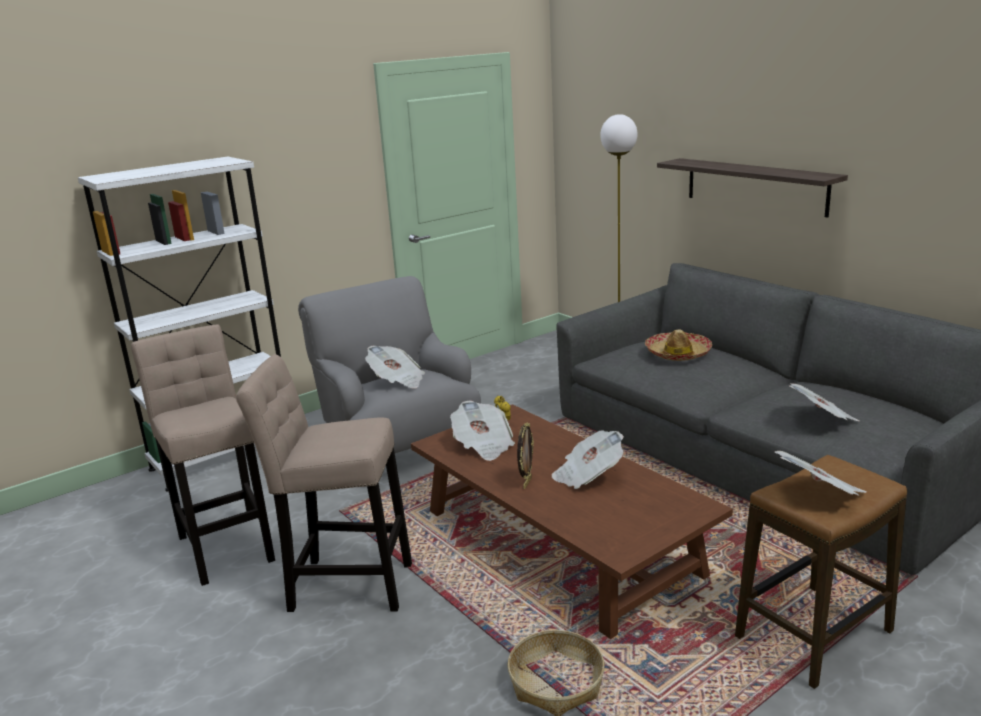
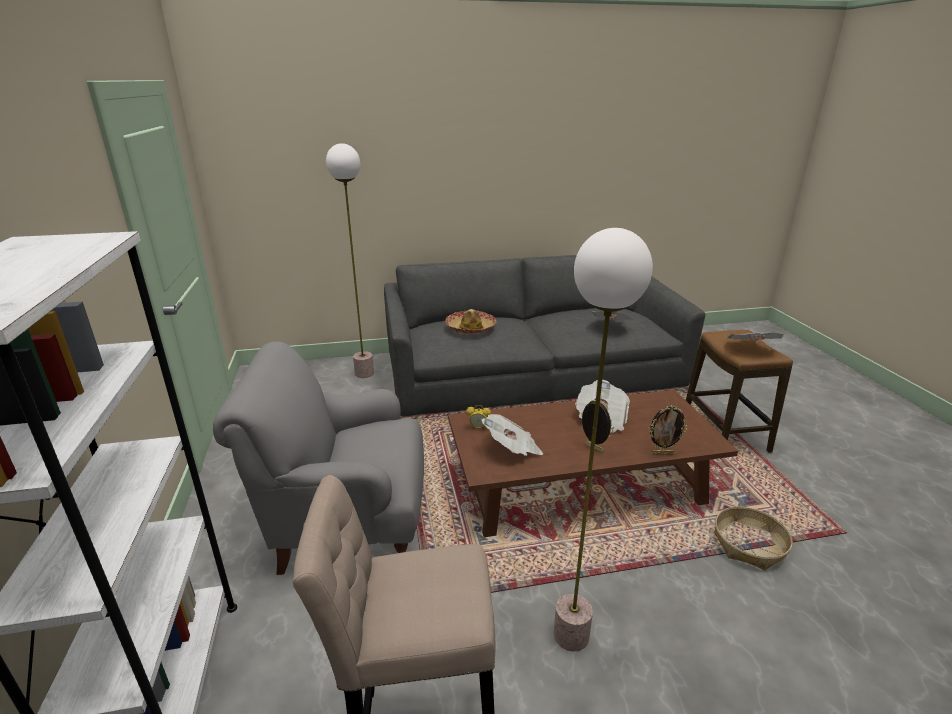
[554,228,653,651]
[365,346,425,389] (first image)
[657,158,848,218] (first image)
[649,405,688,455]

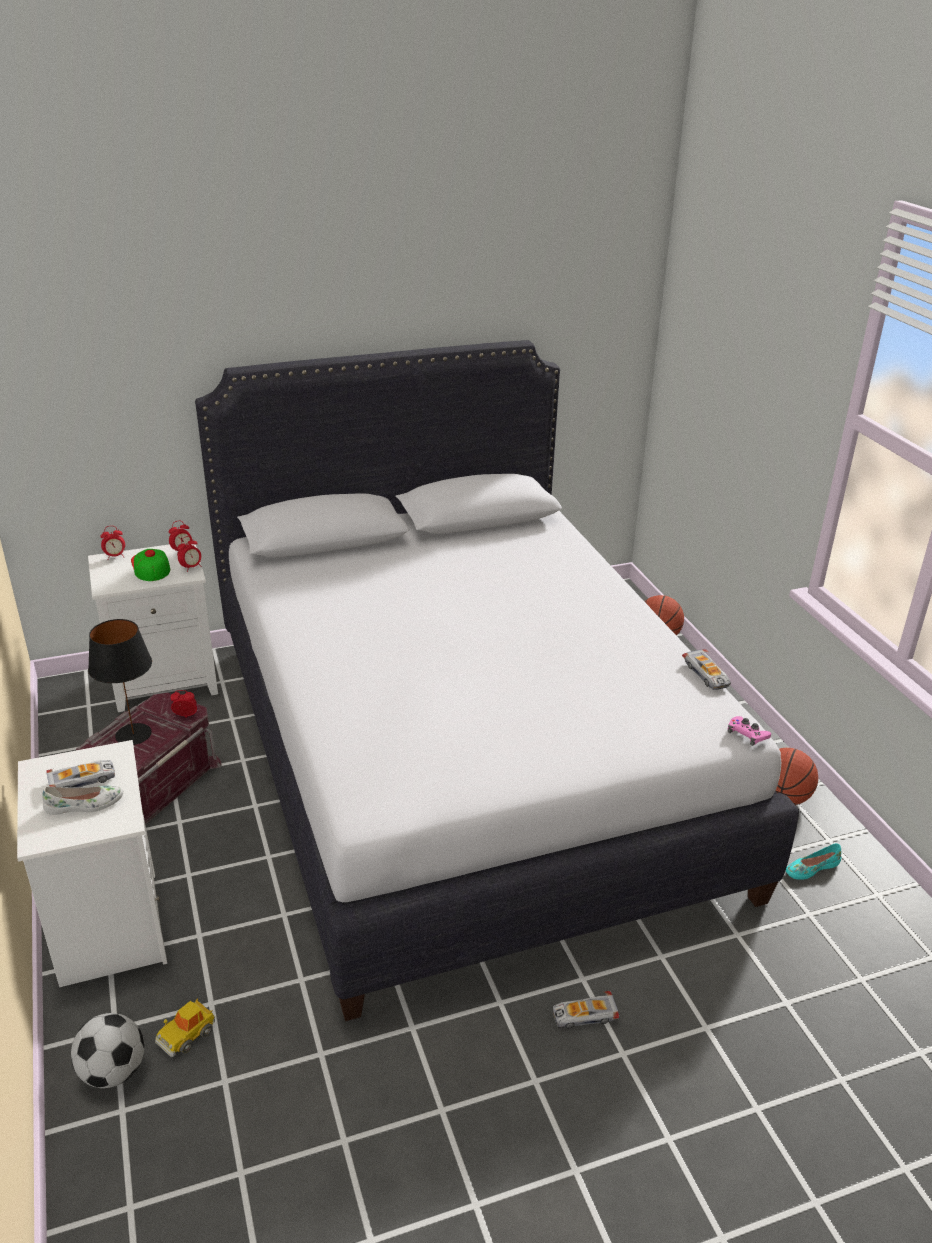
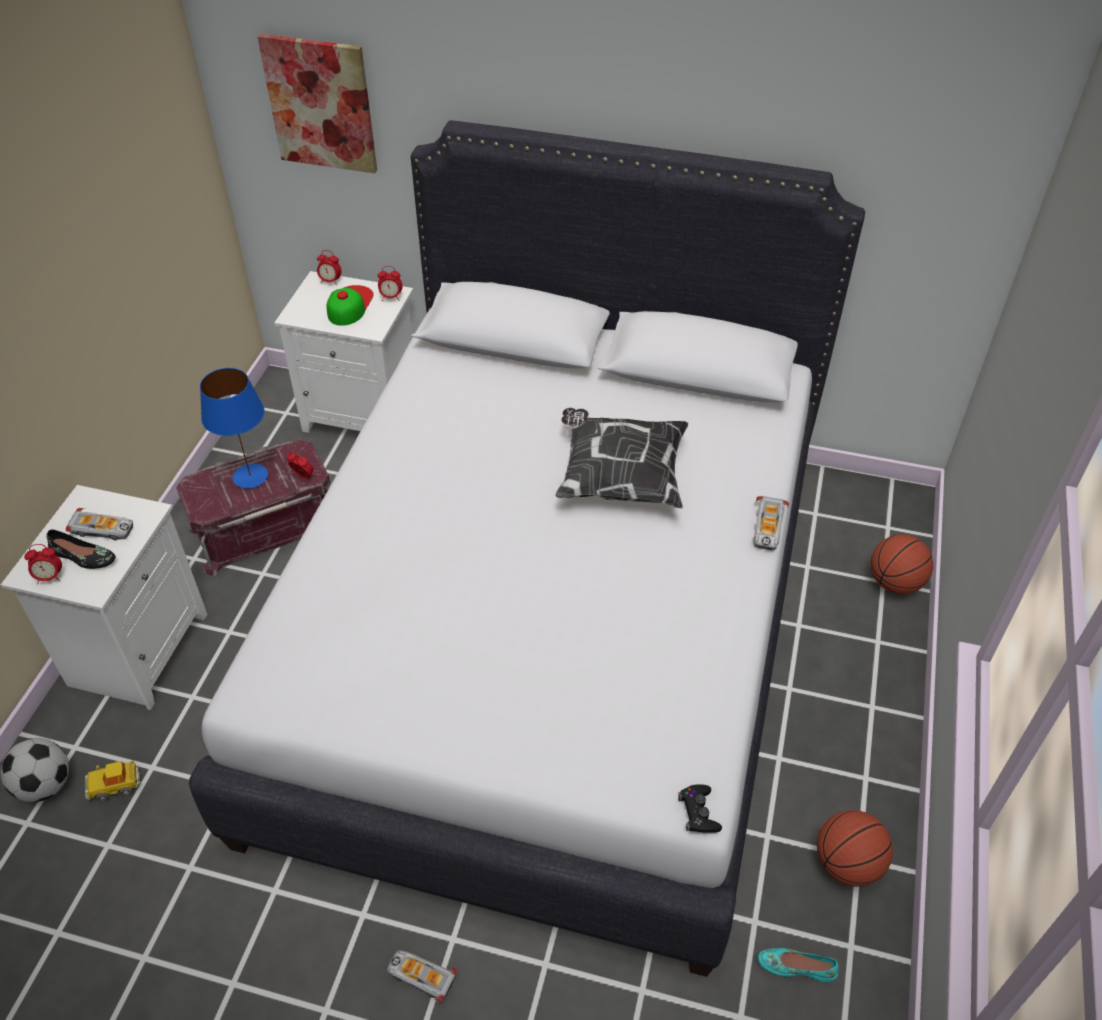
[46,529,116,569]
[200,368,268,489]
[24,544,62,584]
[754,496,789,551]
[678,784,722,833]
[258,34,377,174]
[556,408,688,508]

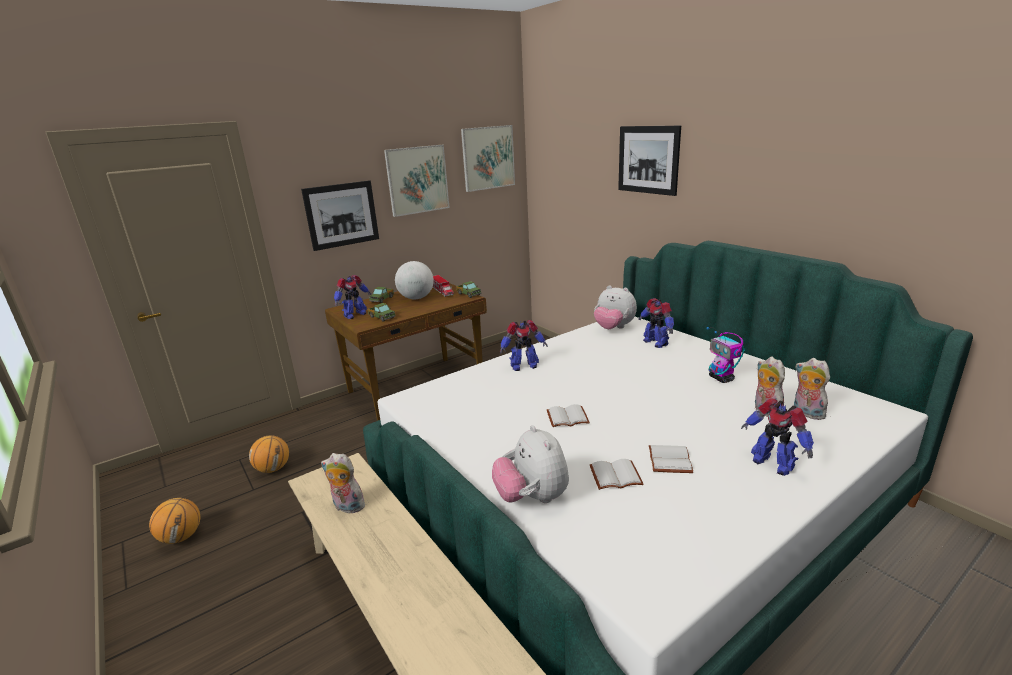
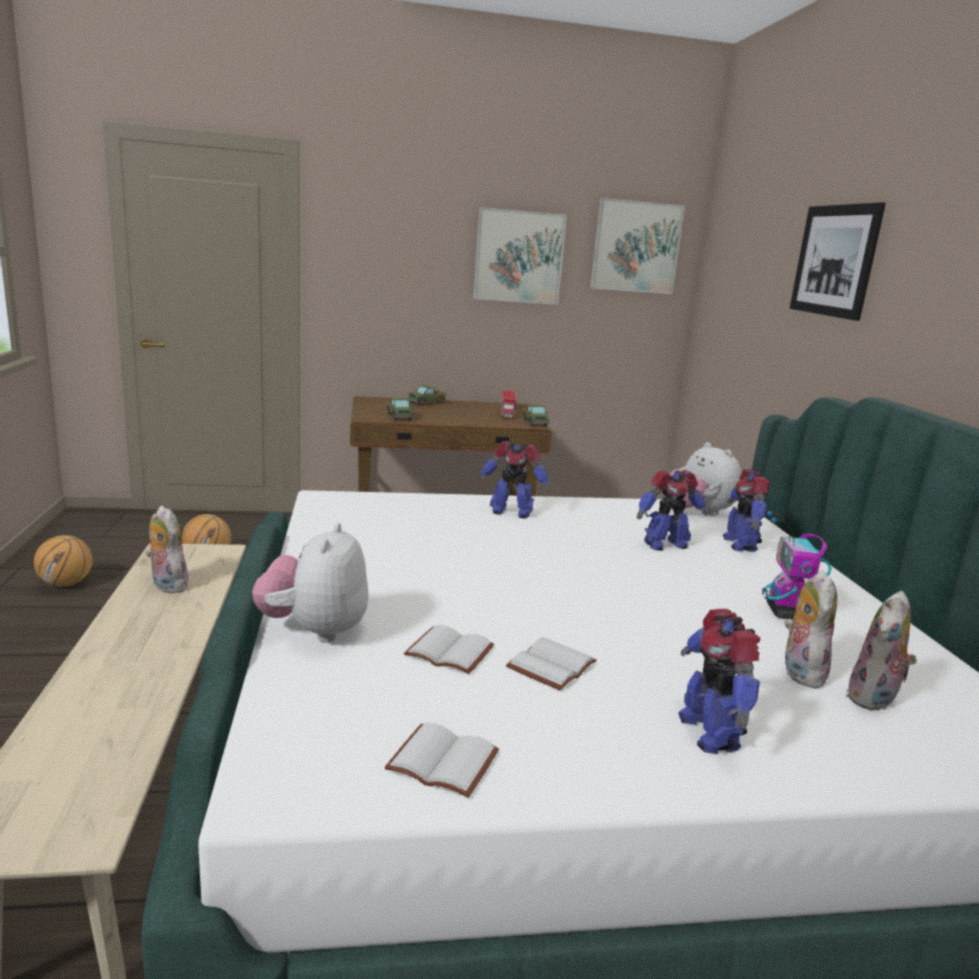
[301,180,379,251] (first image)
[637,470,707,551]
[395,261,434,299] (first image)
[384,722,499,798]
[846,591,917,712]

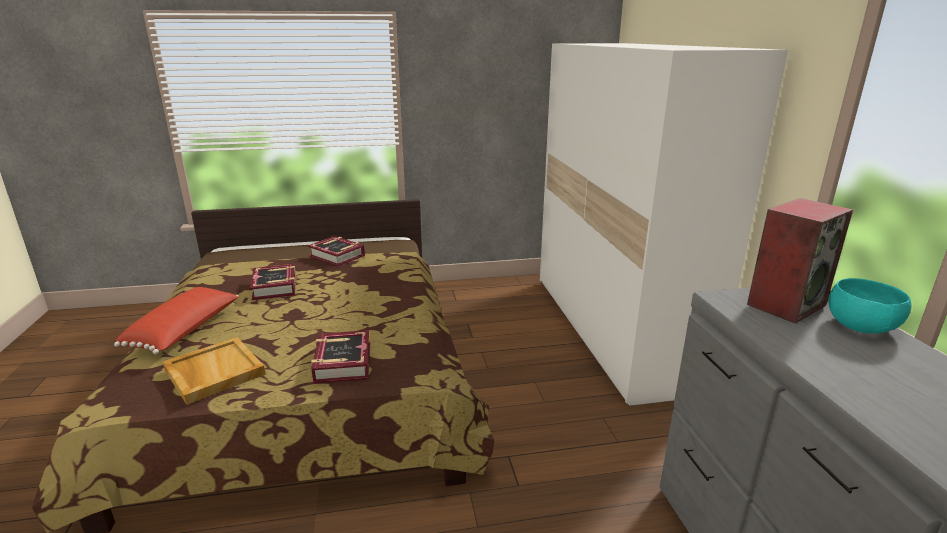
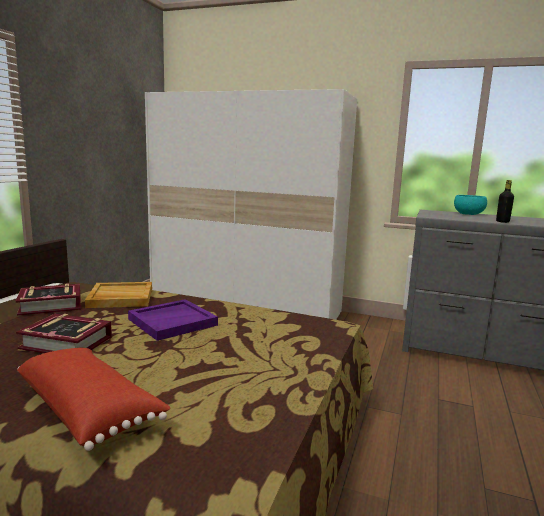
[85,282,152,308]
[311,330,370,384] (first image)
[747,198,853,324] (first image)
[128,299,218,341]
[496,180,514,223]

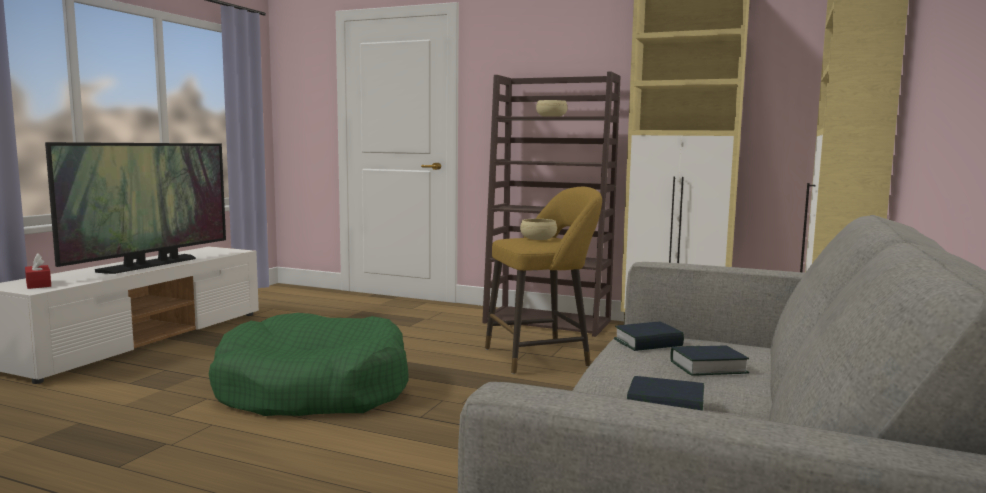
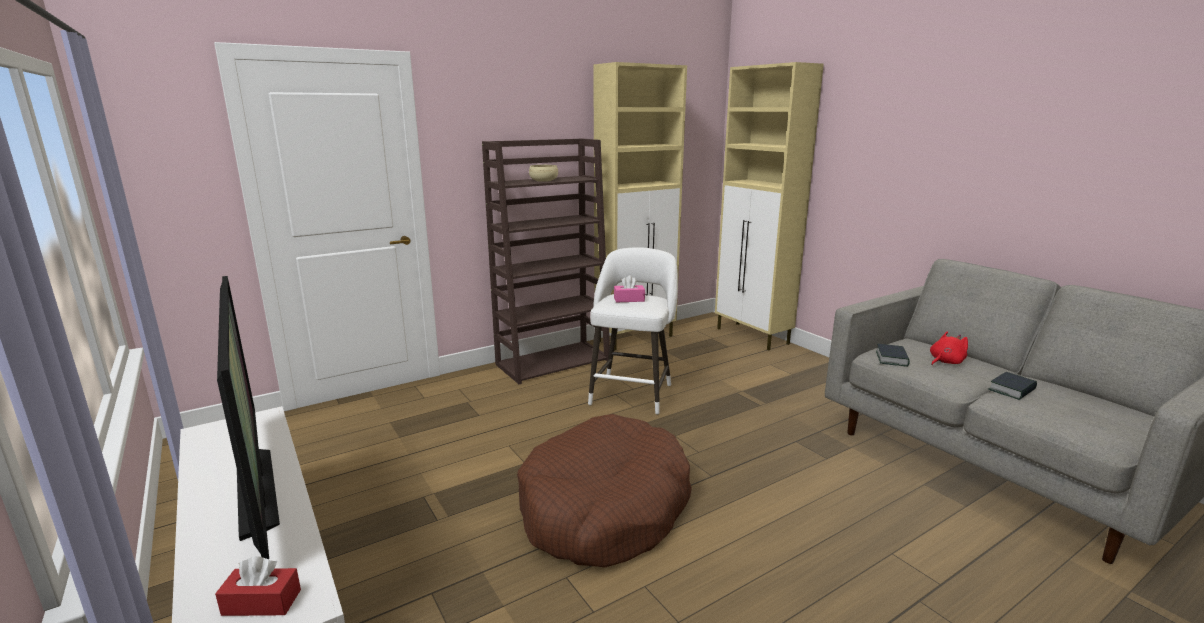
[517,414,692,568]
[588,247,678,415]
[614,275,645,302]
[930,331,968,365]

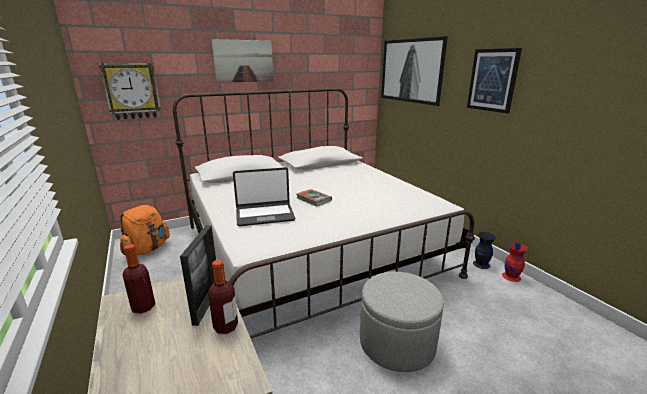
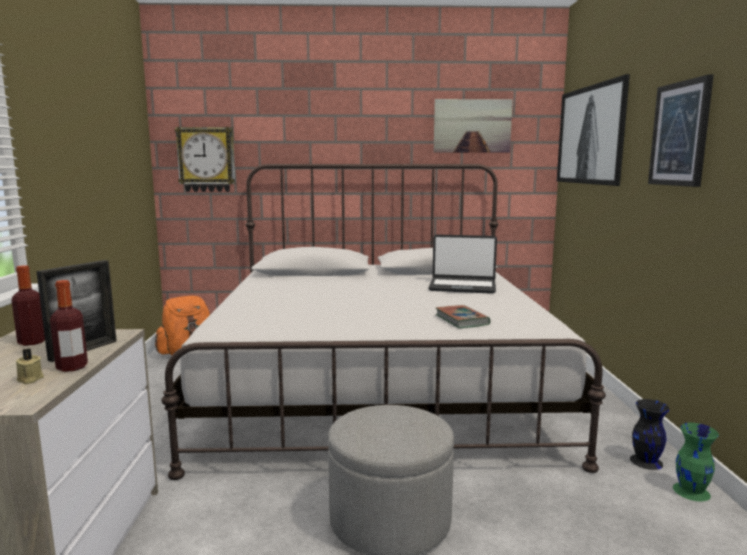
[434,99,513,153]
[428,235,497,294]
[436,305,490,328]
[673,423,719,502]
[16,349,44,384]

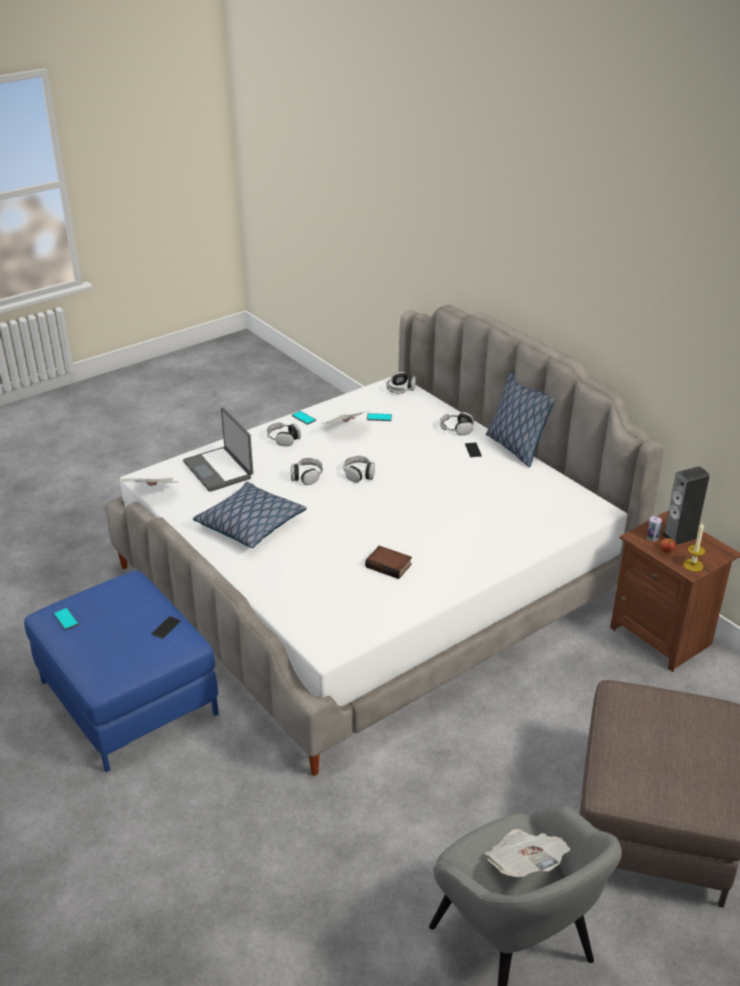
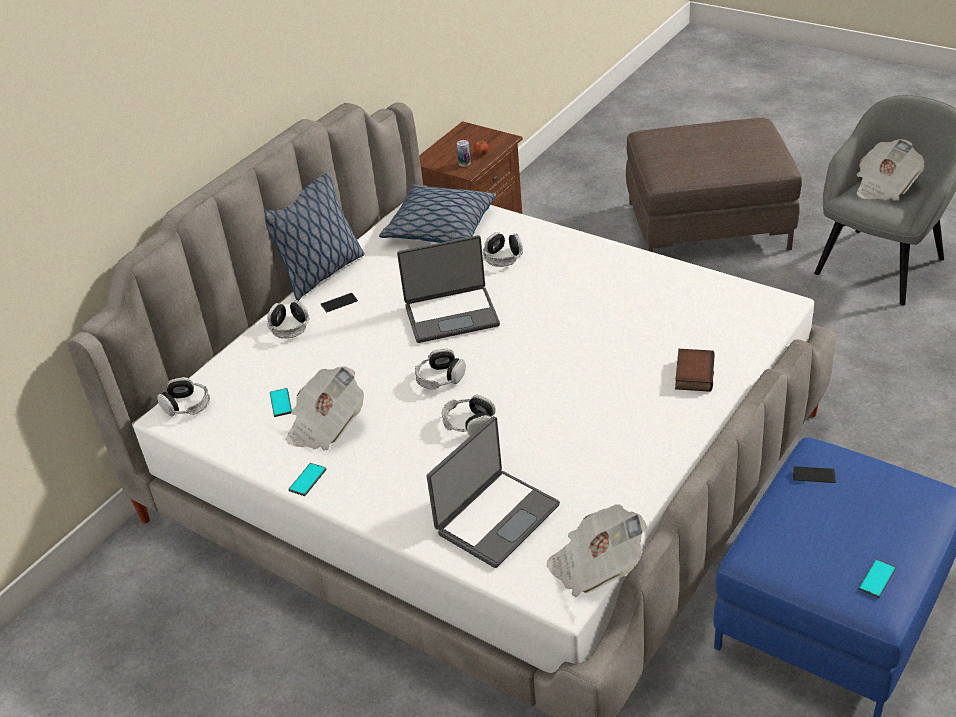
[379,184,496,243]
[483,232,523,267]
[675,349,715,392]
[661,466,710,545] (first image)
[683,522,705,572] (first image)
[397,235,500,343]

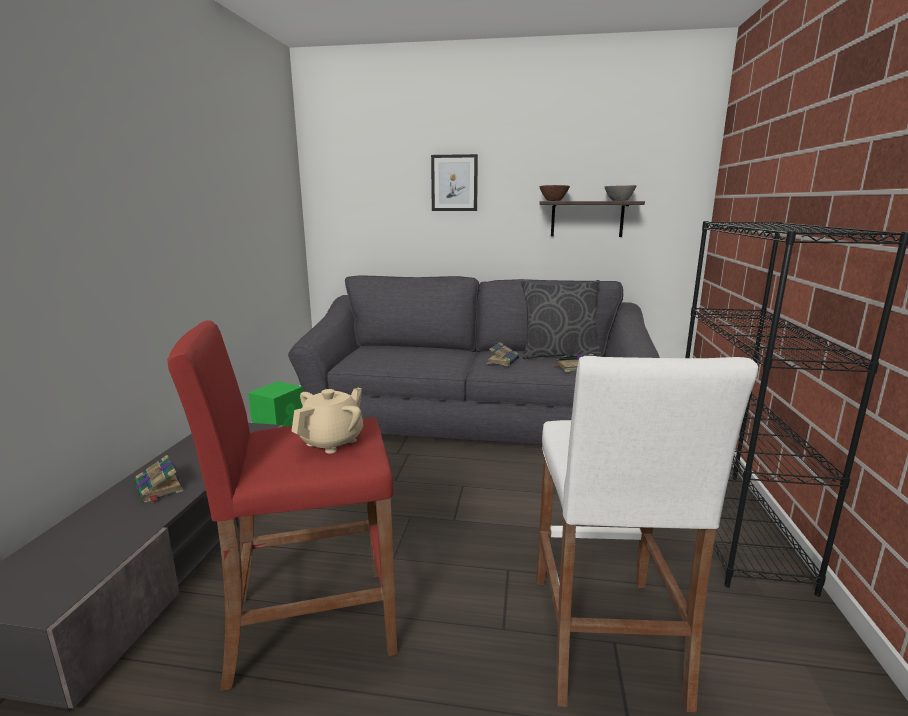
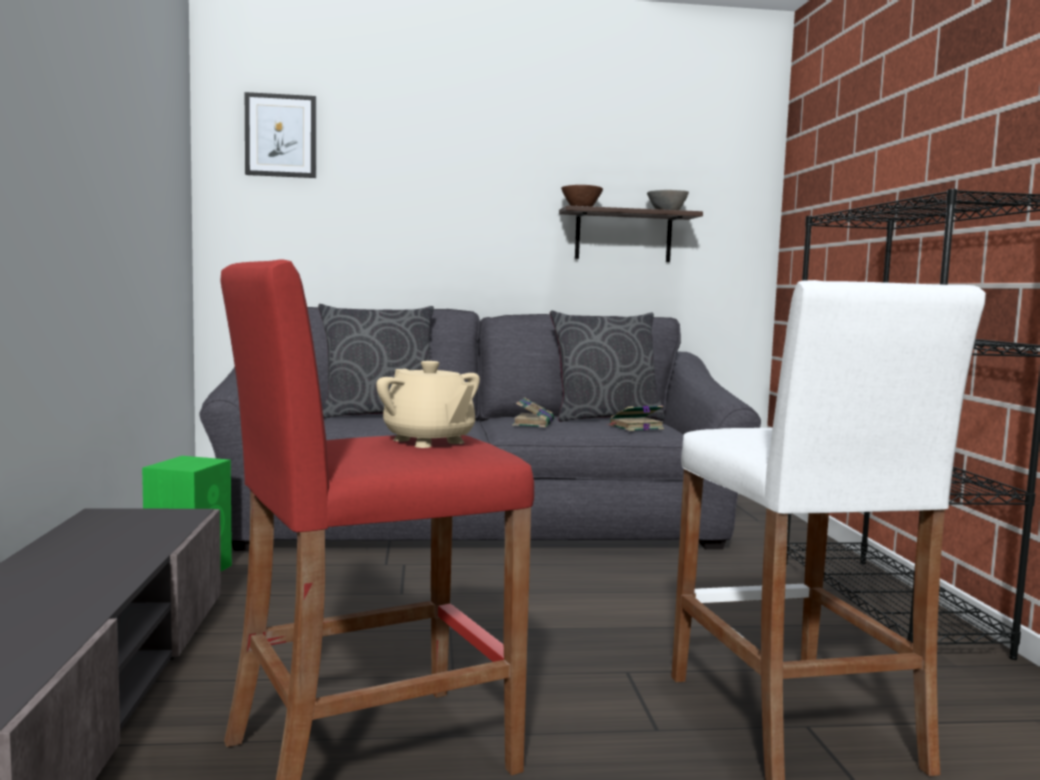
[135,455,183,503] (first image)
[376,361,480,448]
[245,92,316,178]
[318,304,434,418]

